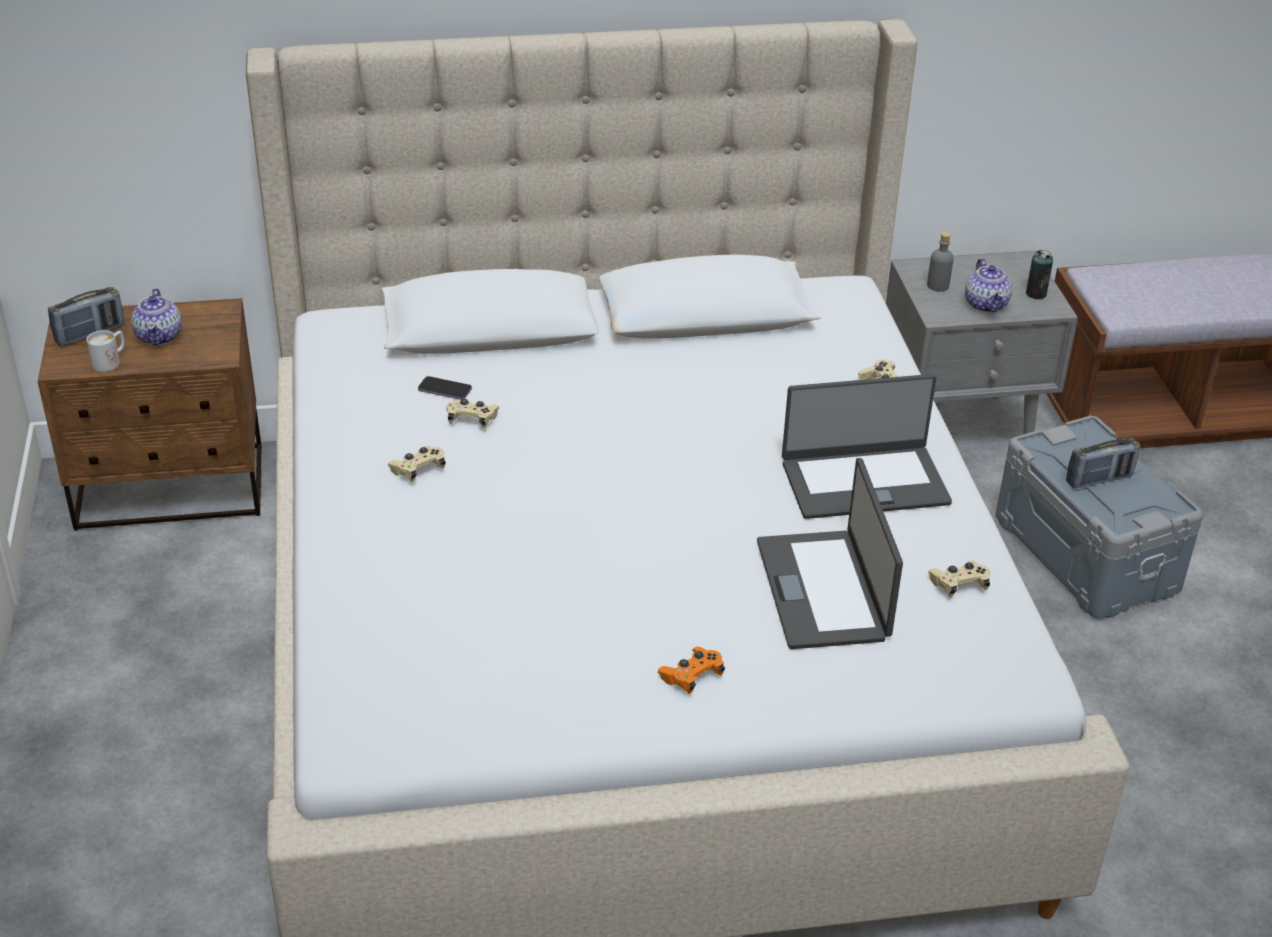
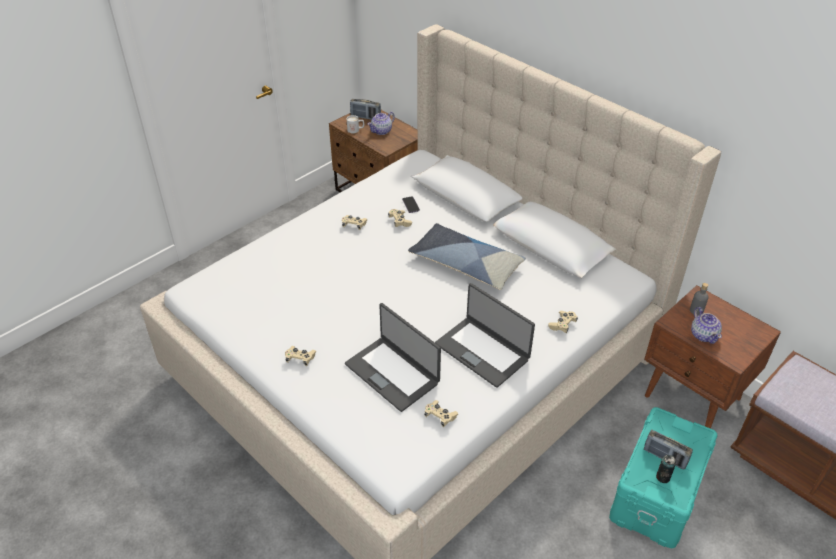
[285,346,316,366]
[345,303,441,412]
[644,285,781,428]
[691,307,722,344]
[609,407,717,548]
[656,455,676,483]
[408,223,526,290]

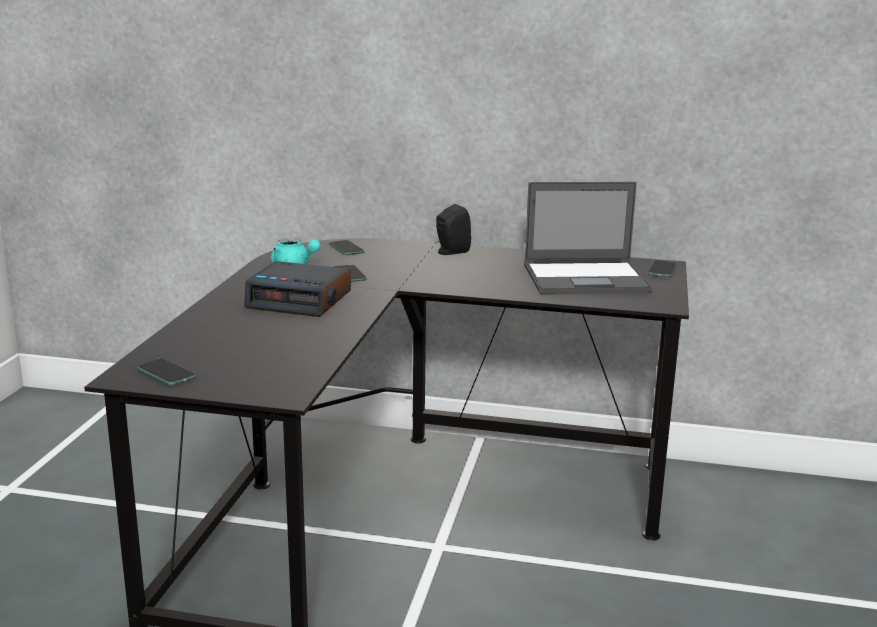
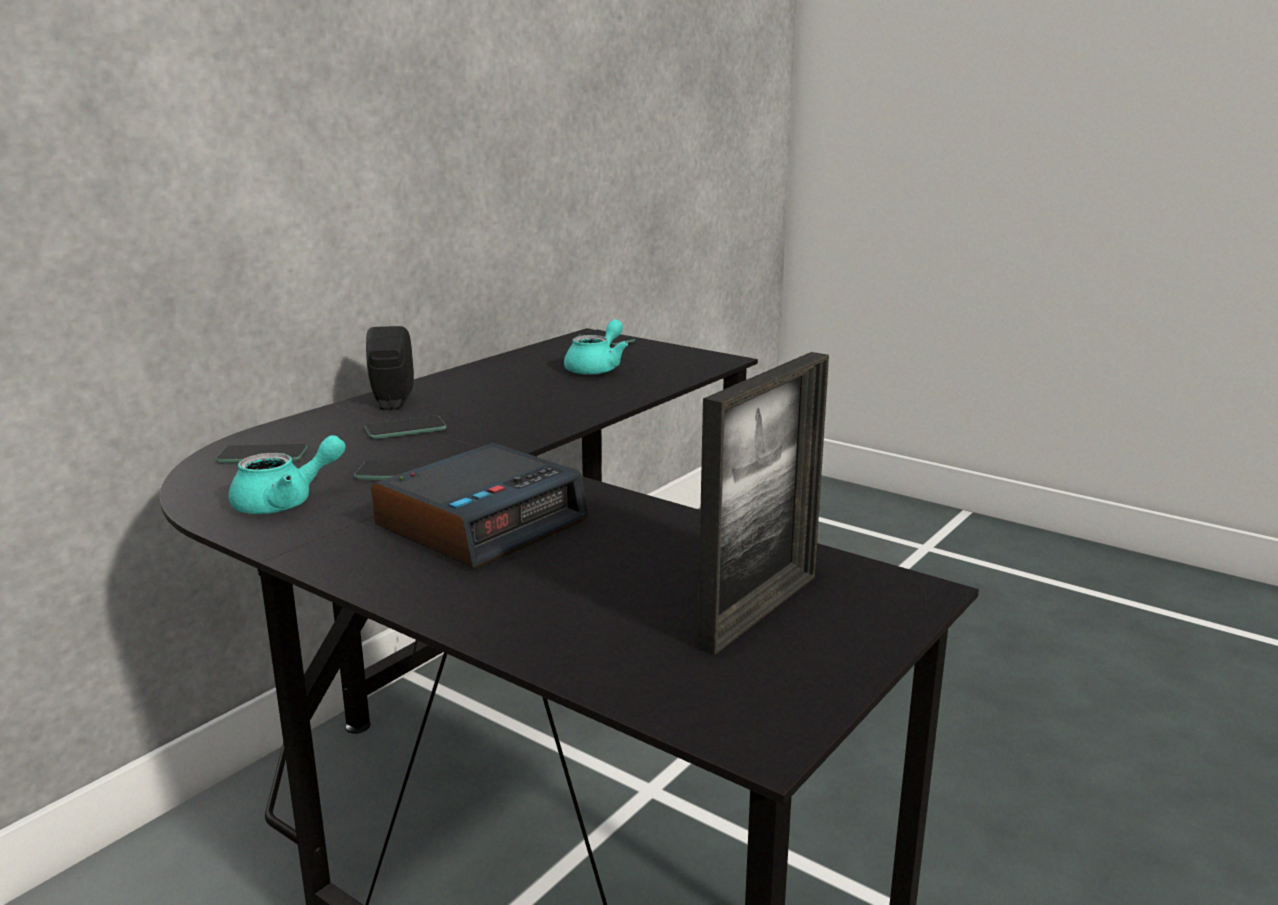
[364,416,447,439]
[564,319,628,375]
[697,352,829,654]

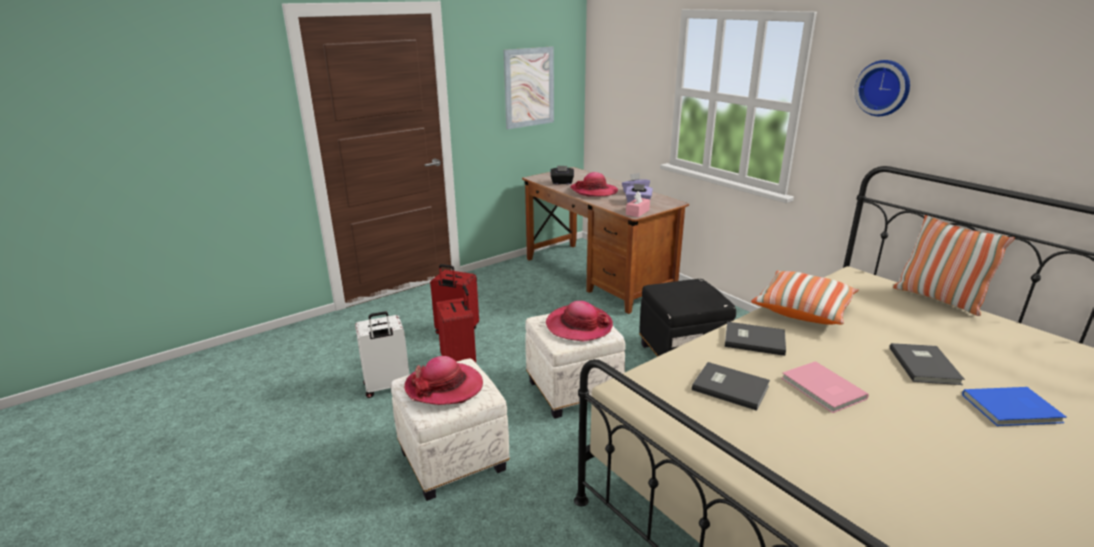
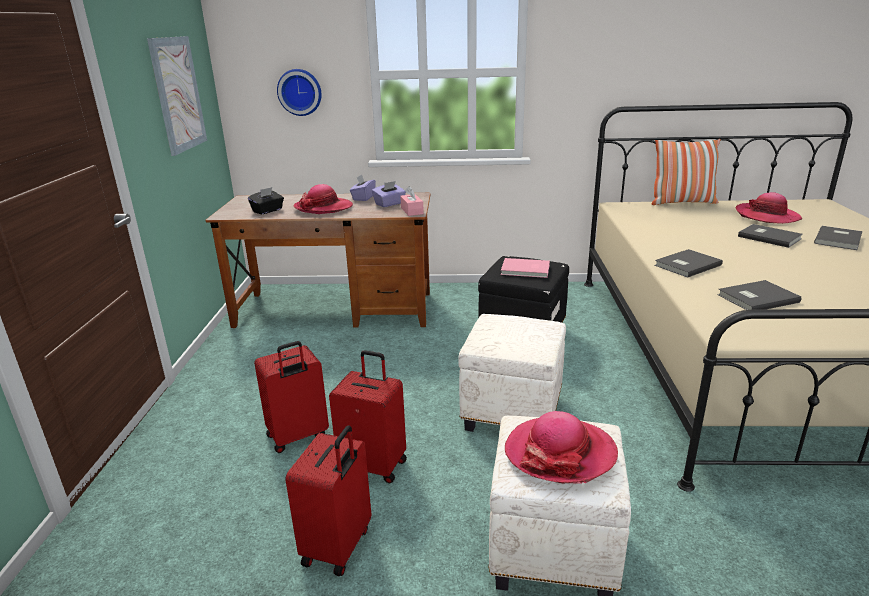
[285,425,371,576]
[736,193,802,224]
[751,271,859,325] (first image)
[501,258,550,278]
[277,69,322,116]
[814,226,862,250]

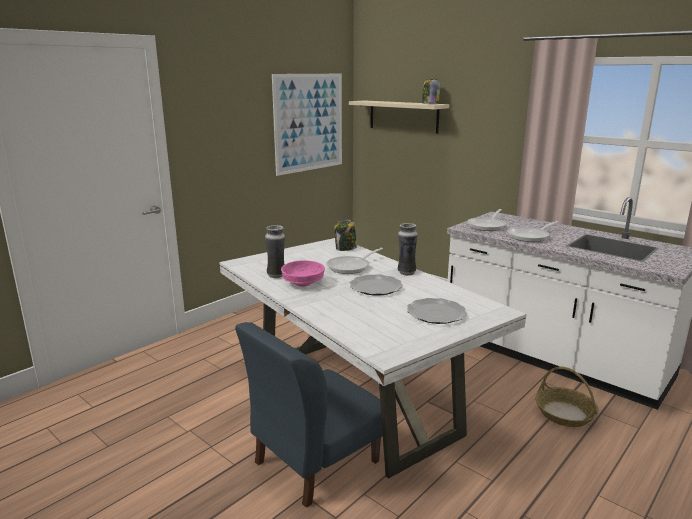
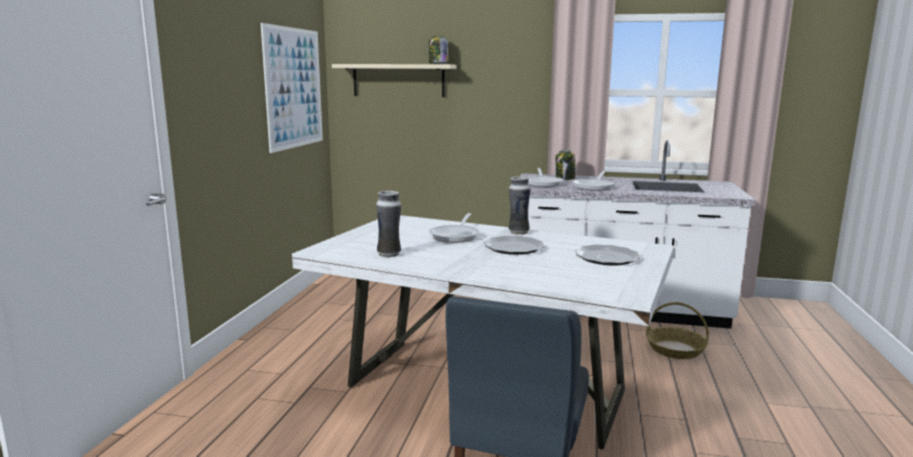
[281,260,325,287] (first image)
[555,150,576,180]

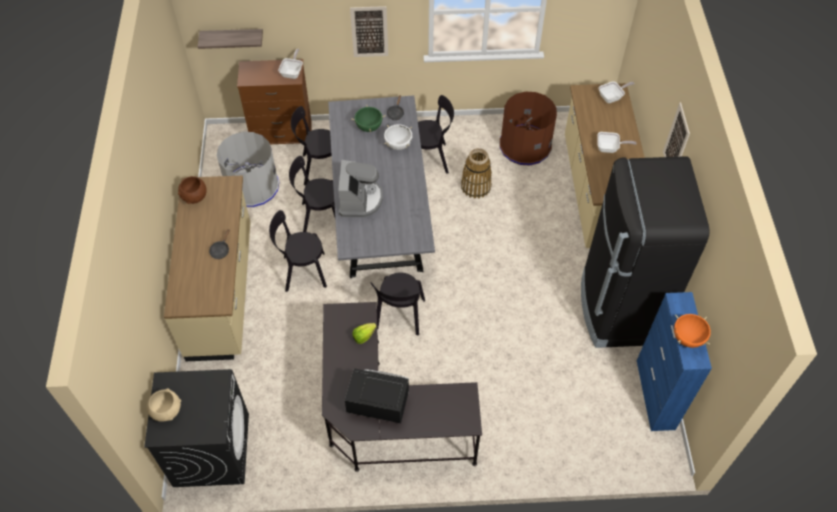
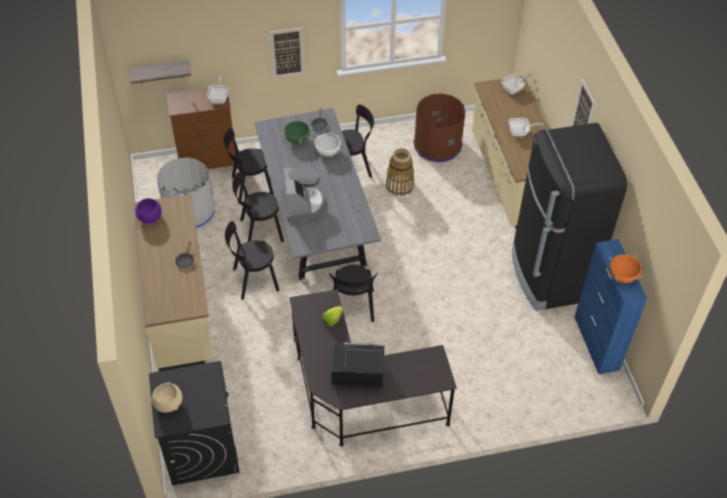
[135,198,162,224]

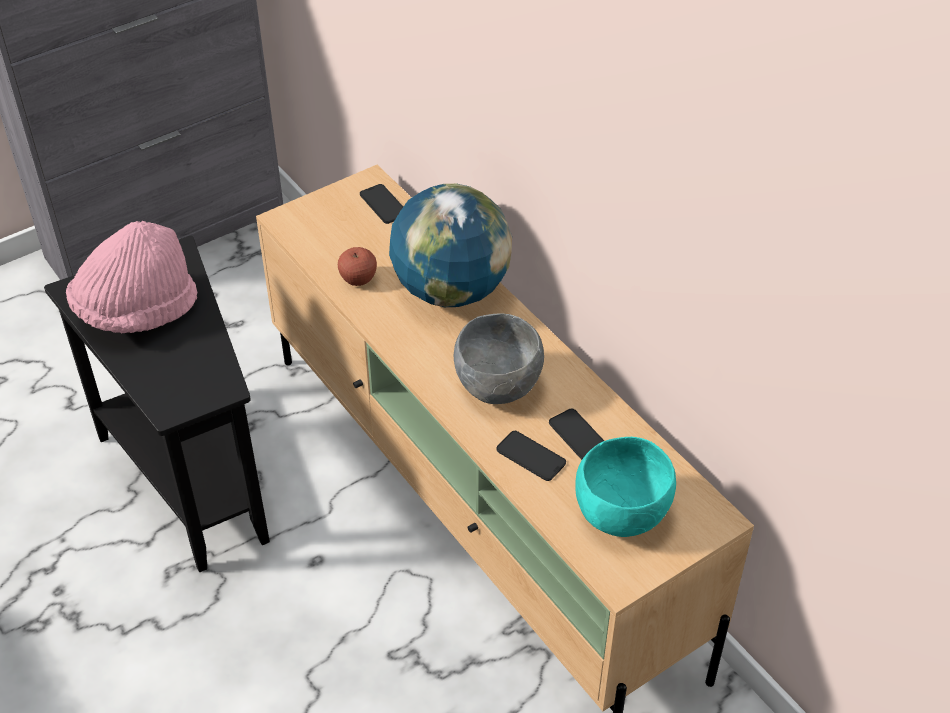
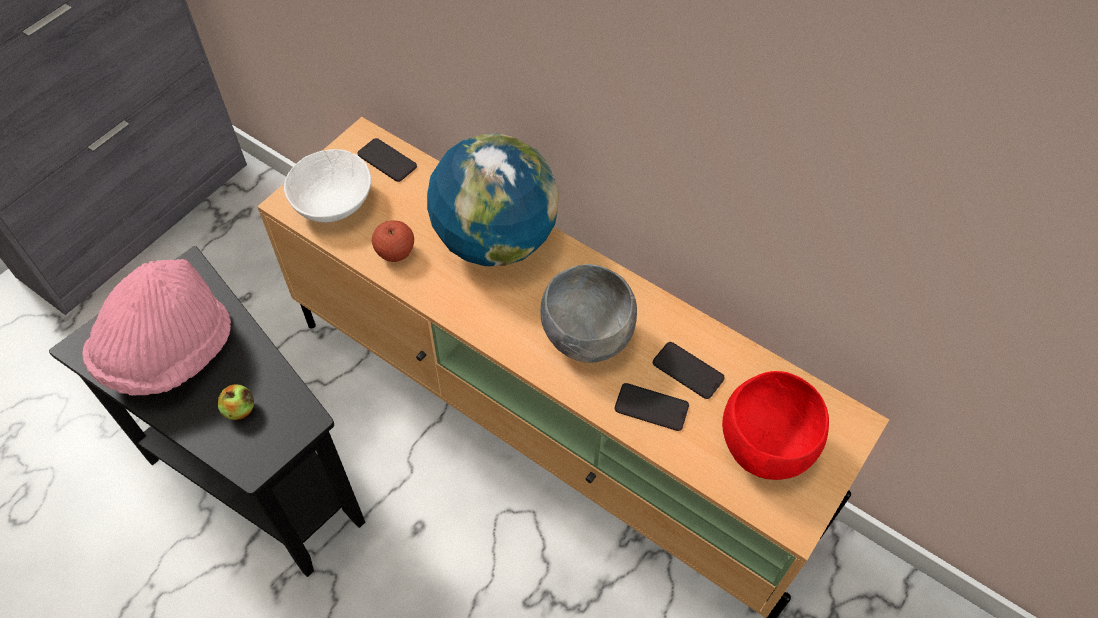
[722,371,829,480]
[218,384,254,420]
[284,149,371,222]

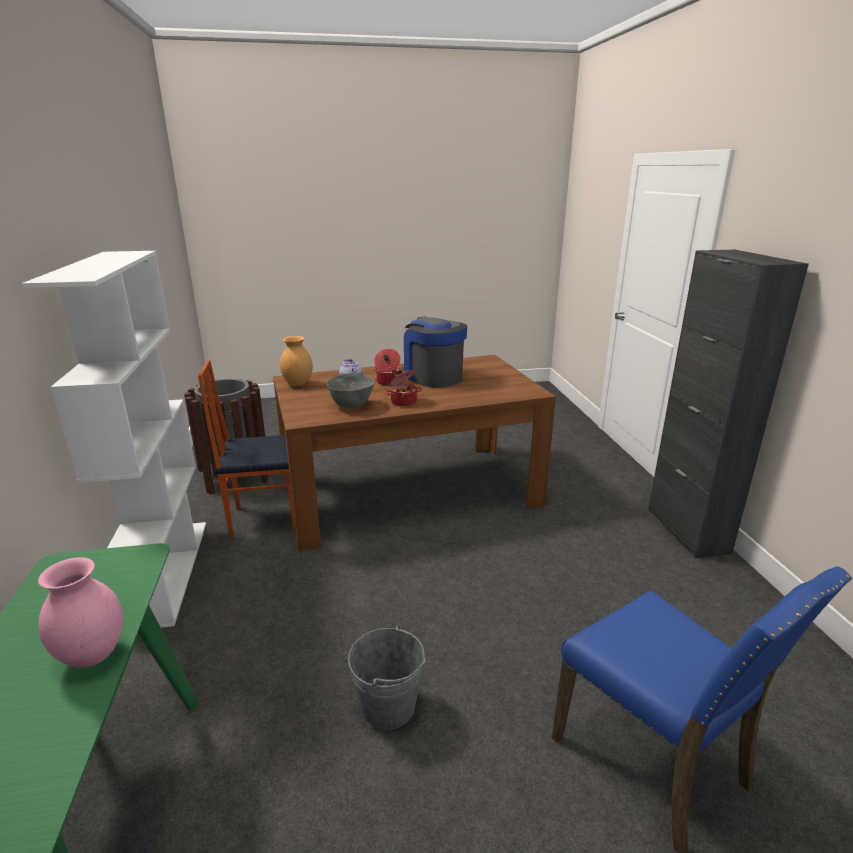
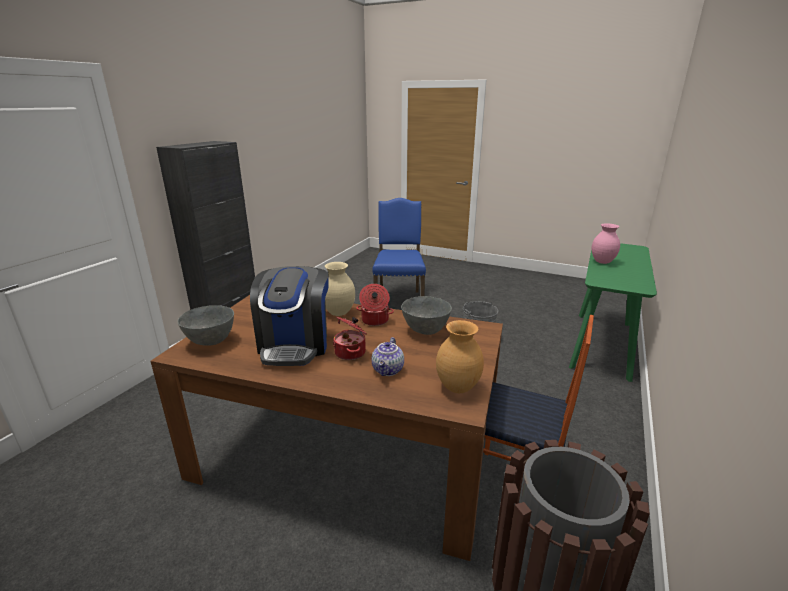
[21,251,206,628] (first image)
[177,305,234,346]
[325,262,355,316]

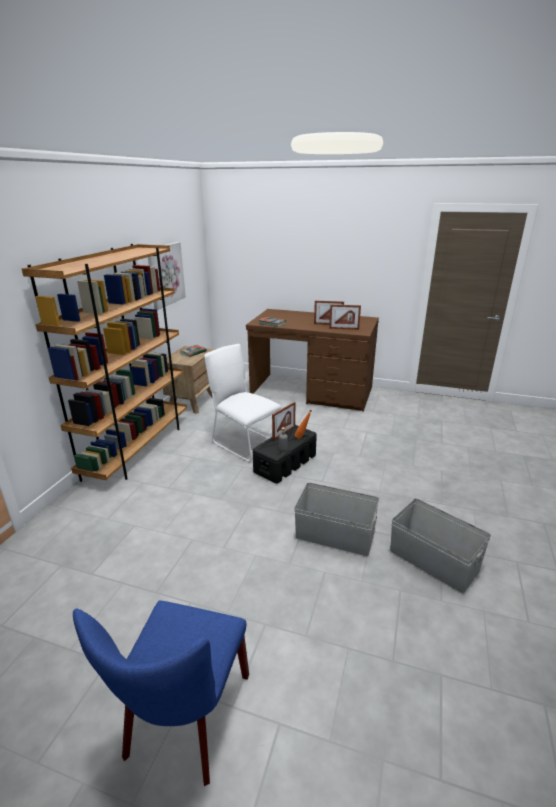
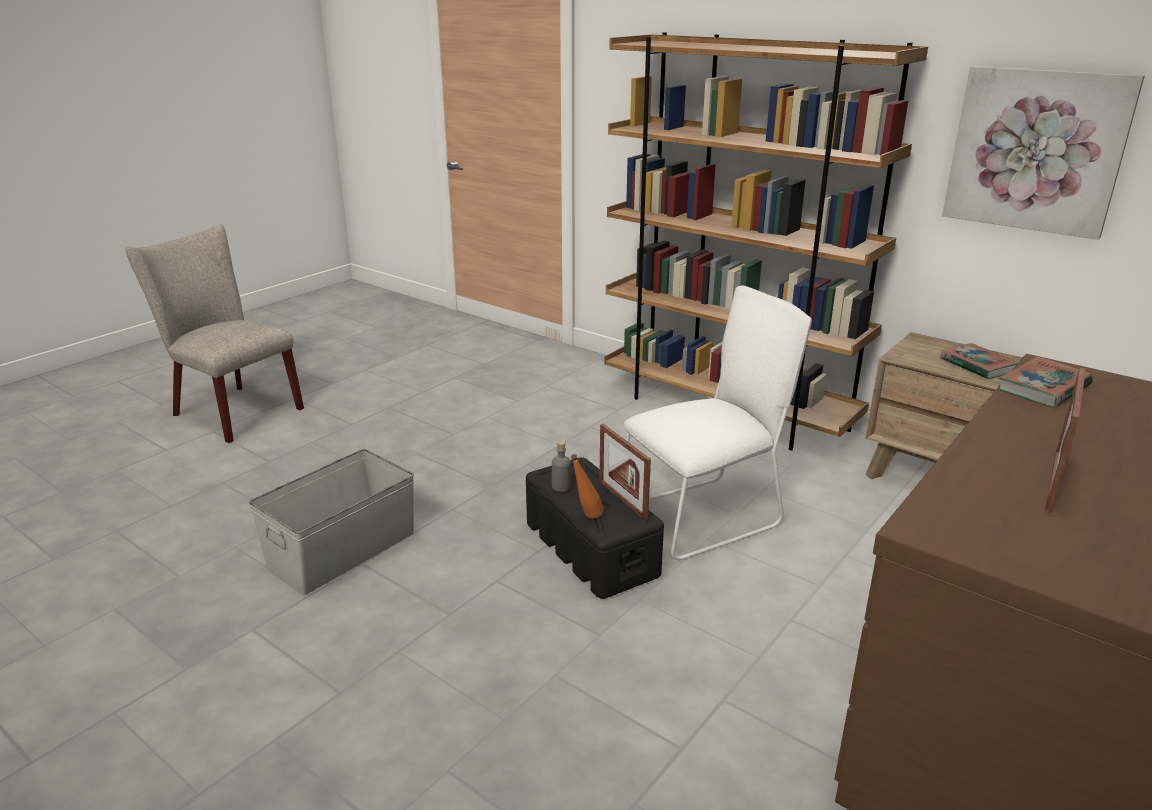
[125,224,304,443]
[329,304,361,330] (first image)
[390,498,491,593] (first image)

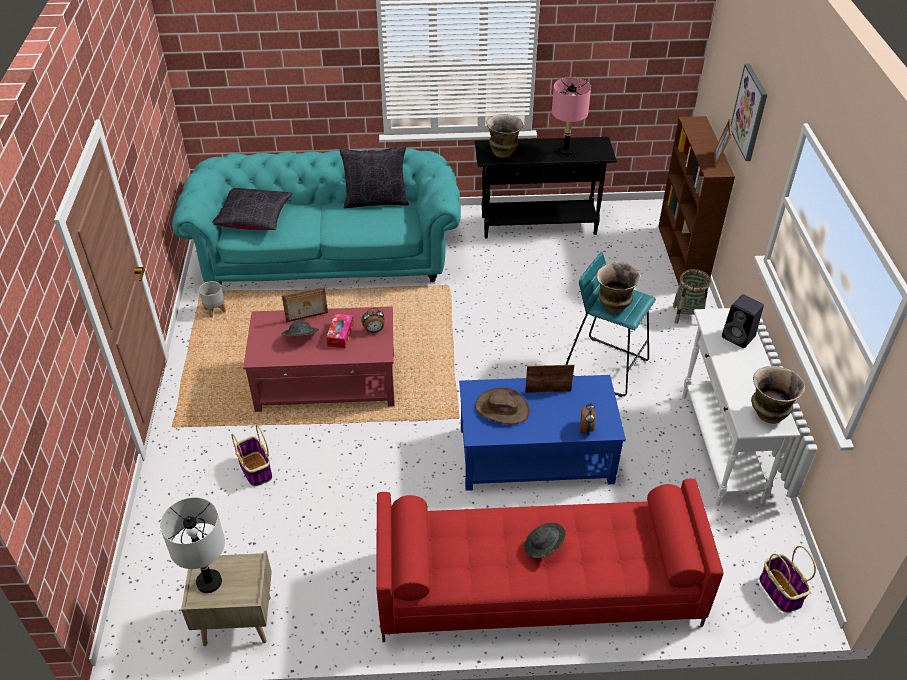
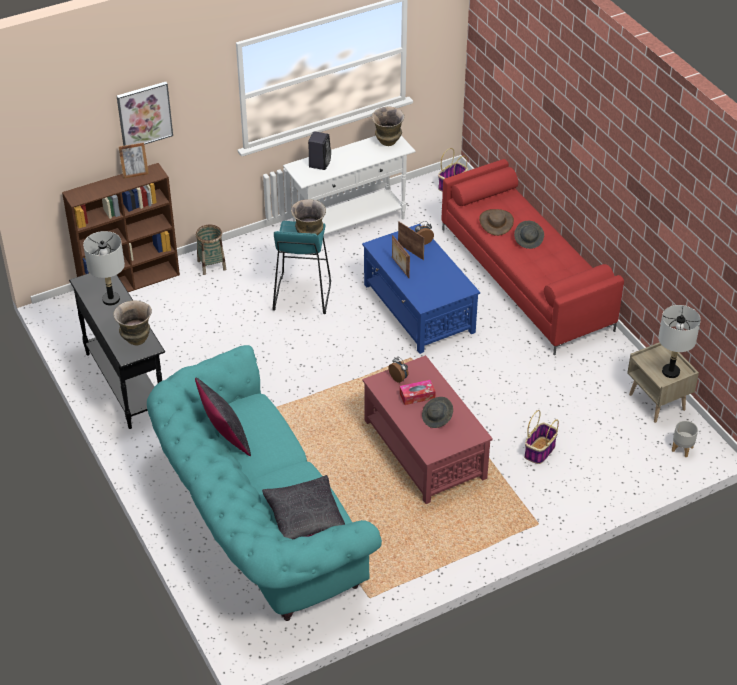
[672,421,698,457]
[398,221,425,260]
[479,209,514,236]
[83,231,125,306]

